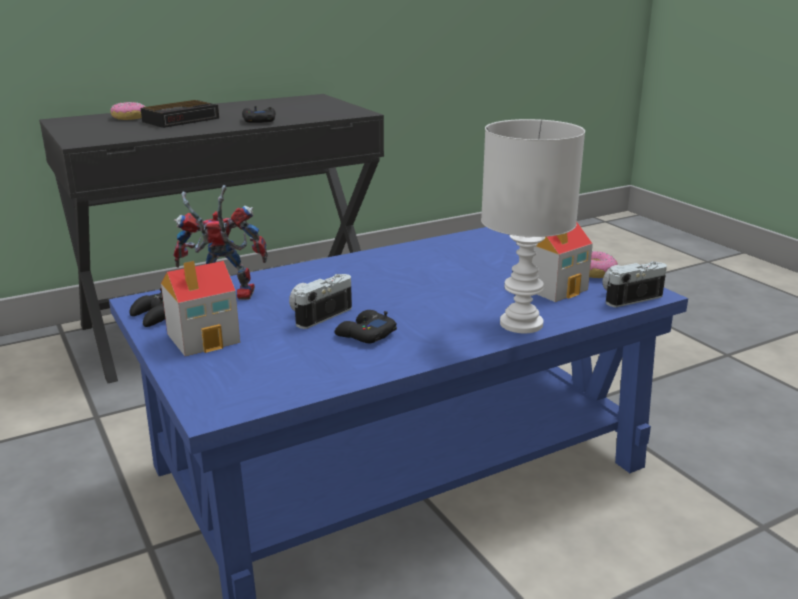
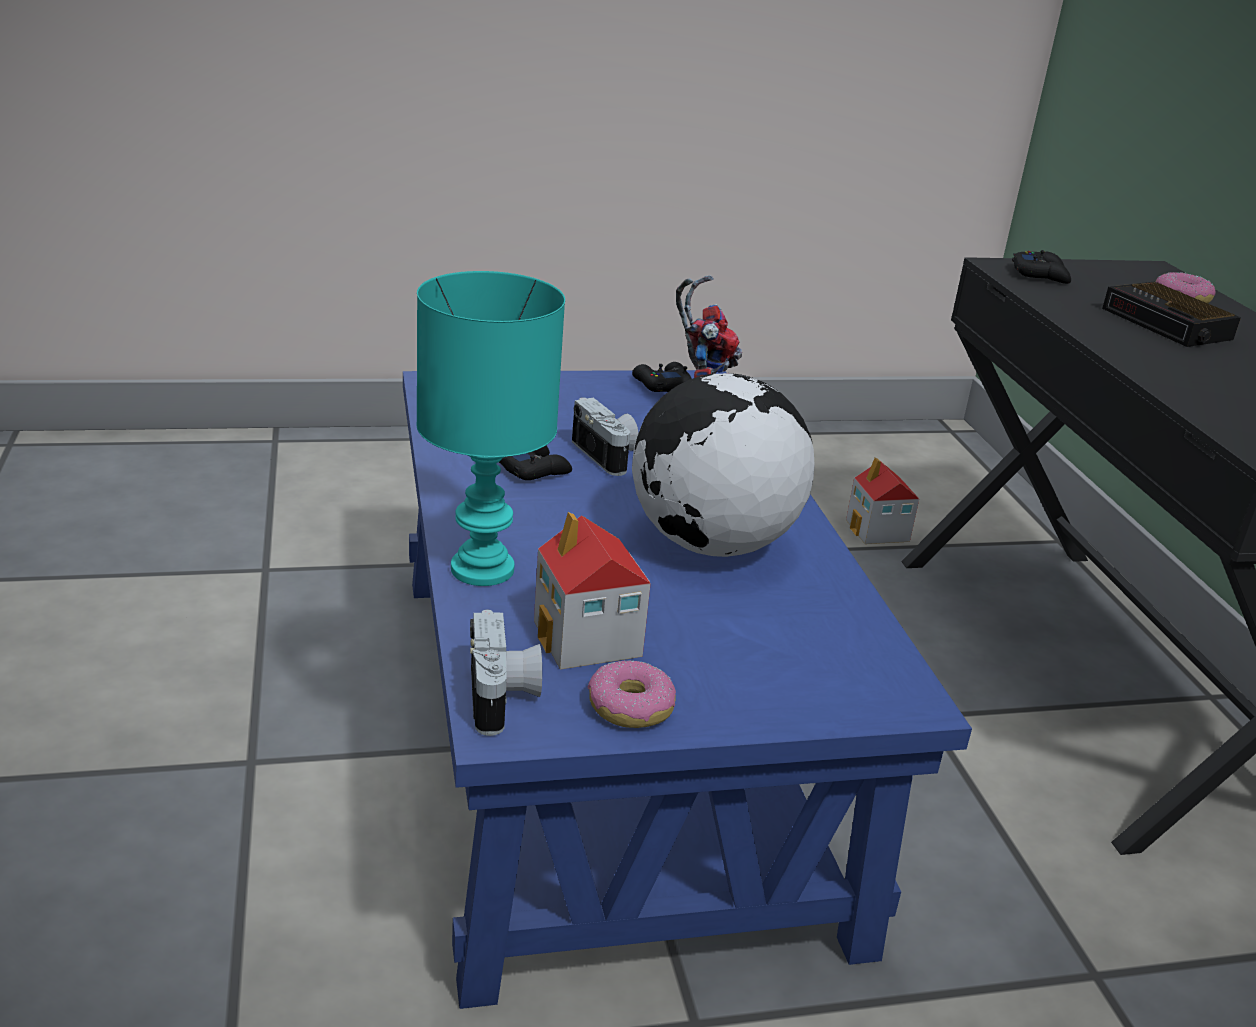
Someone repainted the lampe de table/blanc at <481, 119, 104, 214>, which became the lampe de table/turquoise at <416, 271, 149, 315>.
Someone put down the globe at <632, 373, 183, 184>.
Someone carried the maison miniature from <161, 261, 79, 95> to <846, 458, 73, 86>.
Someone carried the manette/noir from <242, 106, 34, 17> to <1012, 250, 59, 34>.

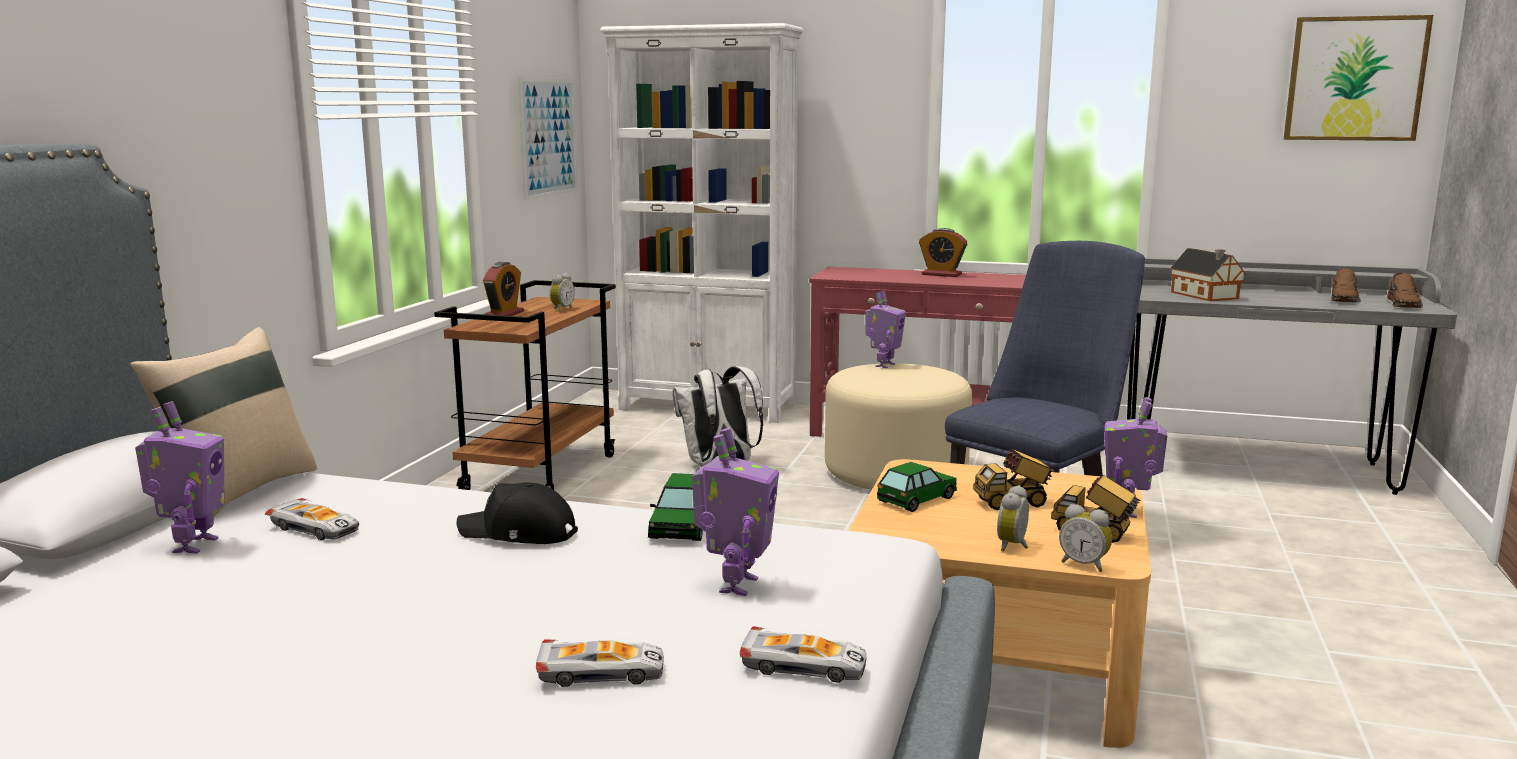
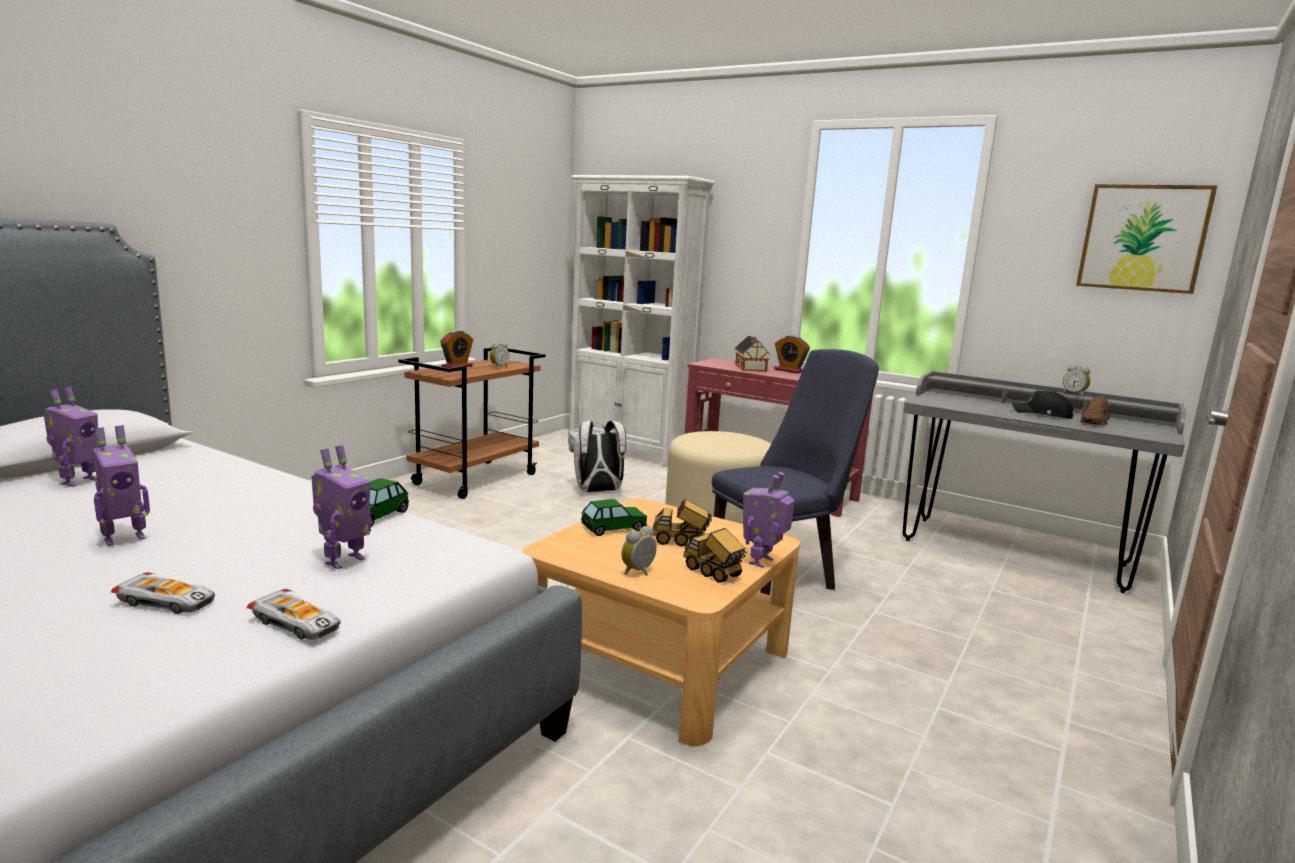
Someone carried the robot jouet from <865, 291, 41, 77> to <93, 425, 57, 121>.
Someone carried the maison miniature from <1170, 248, 76, 53> to <735, 336, 36, 35>.
Someone carried the casquette/noir from <456, 482, 122, 62> to <1012, 391, 61, 27>.
Someone carried the réveil from <1059, 504, 53, 68> to <1063, 365, 28, 32>.
Someone took away the coussin/beige at <130, 327, 187, 190>.
Someone took away the petite voiture at <265, 498, 94, 42>.
Someone took away the tableau at <518, 77, 59, 123>.
Someone took away the chaussure/marron at <1387, 273, 36, 35>.

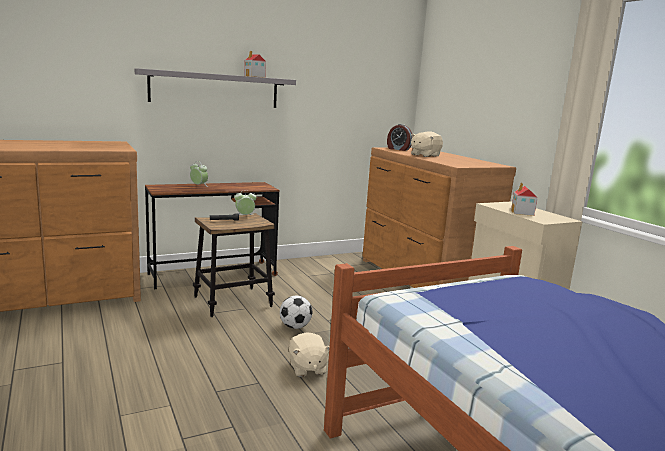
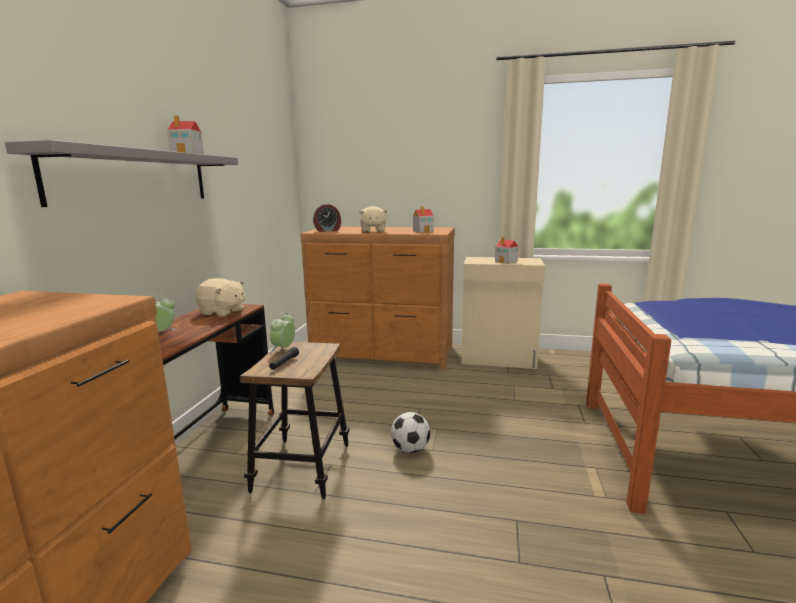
Someone carried the peluche/beige from <289, 332, 41, 45> to <195, 278, 50, 39>.
Someone put down the maison miniature at <413, 206, 21, 27>.

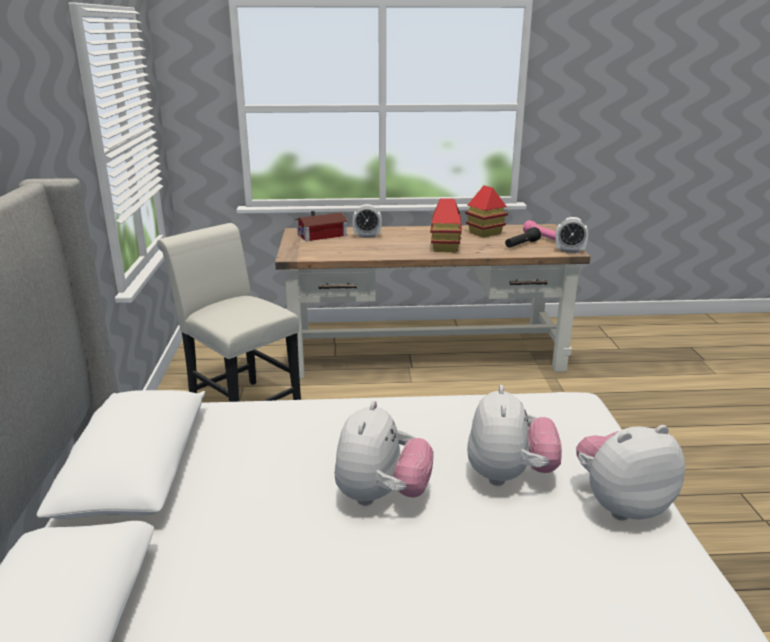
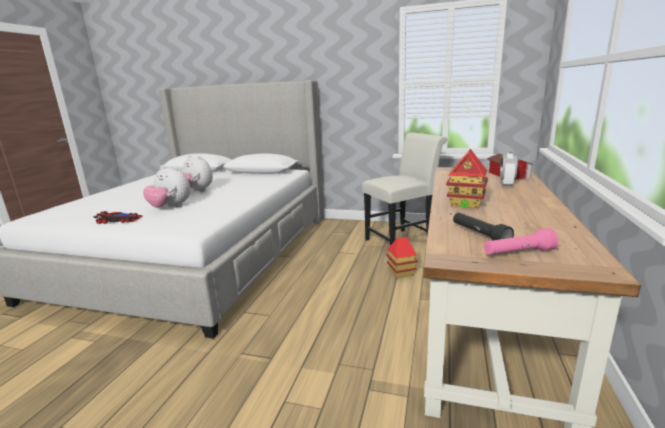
Someone swapped the peluche at <576, 425, 109, 95> for the petite voiture at <93, 211, 50, 13>.
Someone carried the maison miniature from <465, 185, 43, 53> to <386, 237, 32, 41>.
Someone took away the réveil at <556, 217, 32, 36>.

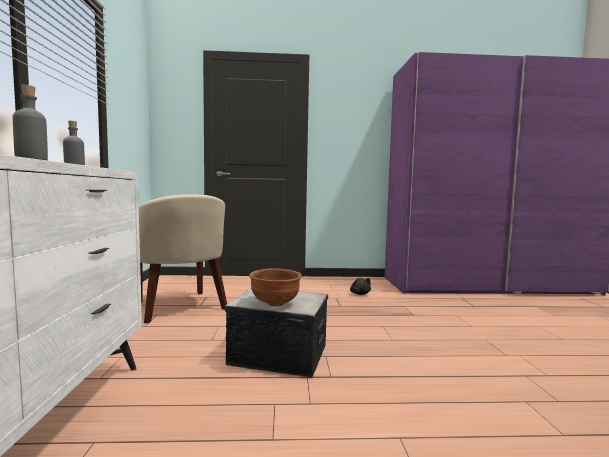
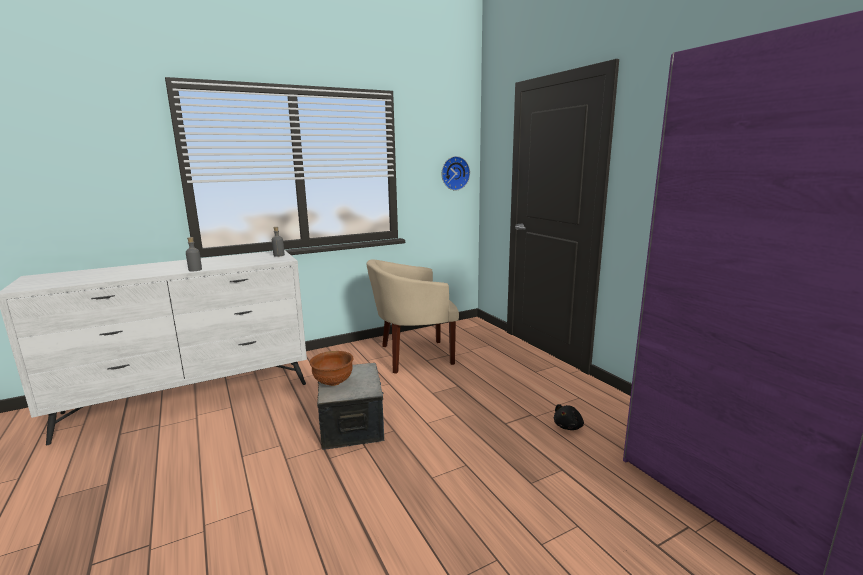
Someone rotated the fauteuil/beige at <139, 195, 88, 128> by 45 degrees clockwise.
Someone put up the horloge murale at <442, 156, 28, 34>.

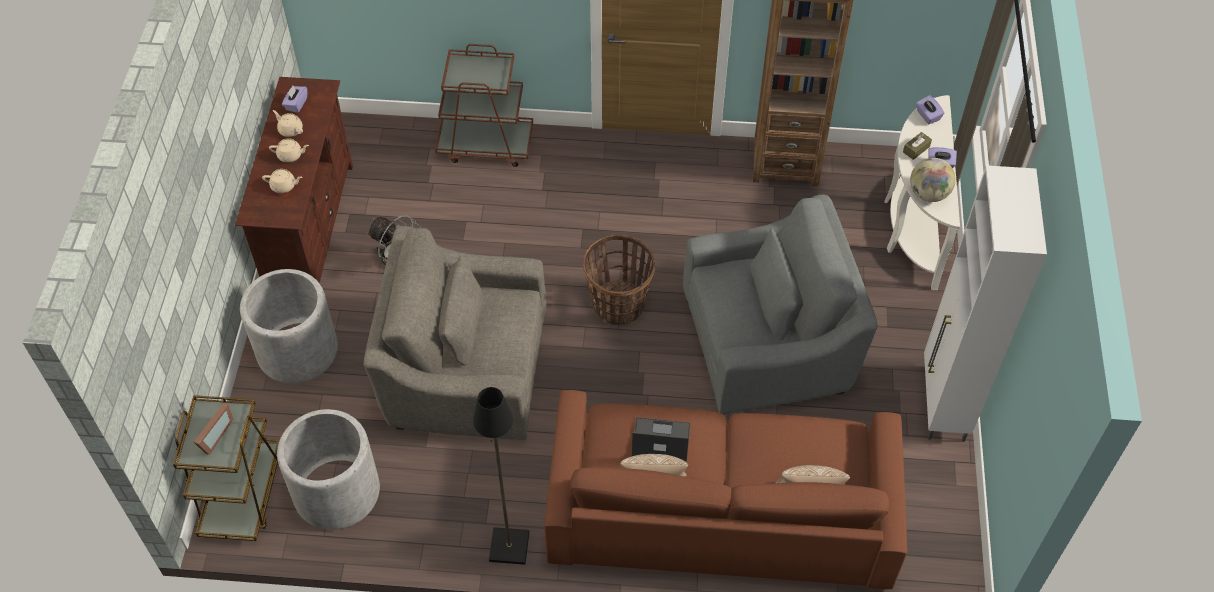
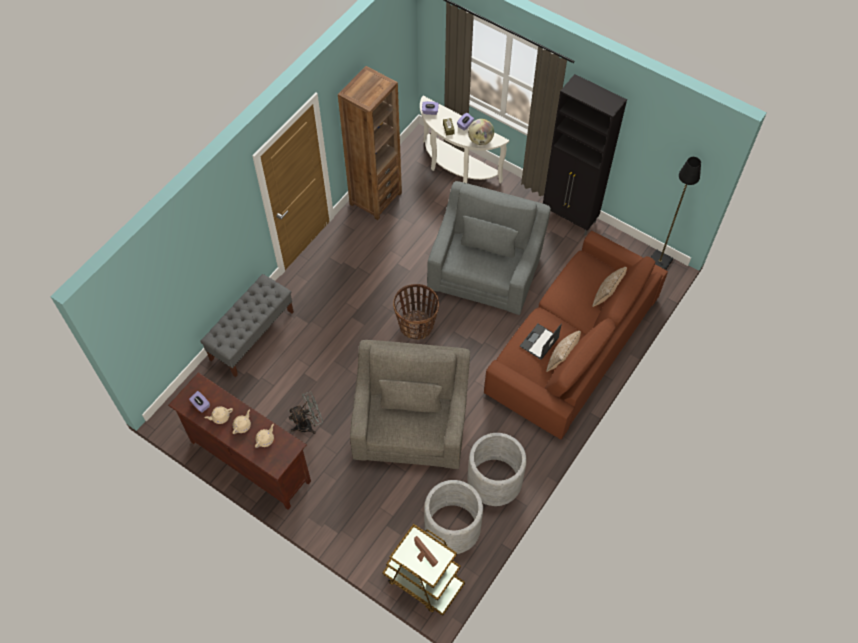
Someone swapped the chariot/marron at <435, 44, 98, 123> for the banc/gris at <200, 274, 94, 103>.
Someone rotated the fauteuil/gris at <364, 226, 182, 215> by 150 degrees clockwise.
Someone carried the cache-pot/gris from <240, 269, 98, 115> to <467, 433, 60, 73>.
Someone repainted the meuble de rangement/blanc at <924, 165, 123, 277>, which became the meuble de rangement/noir at <543, 74, 84, 162>.
Someone carried the lampadaire/noir from <473, 387, 56, 178> to <651, 157, 50, 113>.

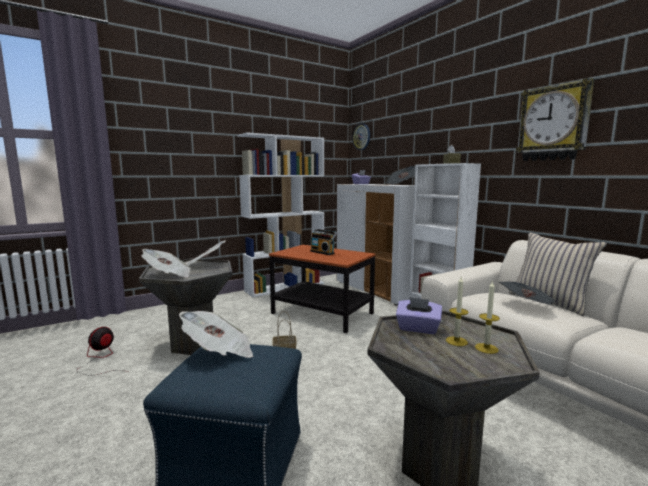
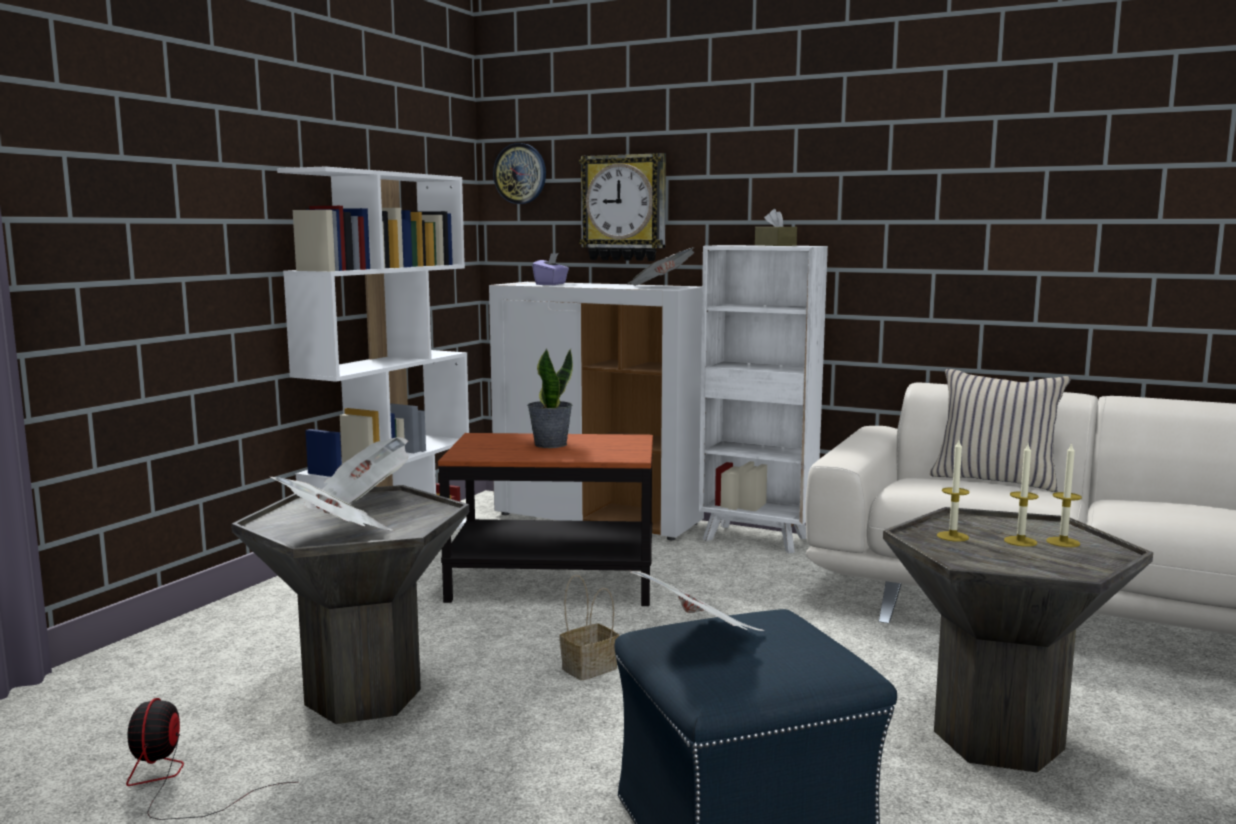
Someone swapped the radio at <310, 229, 27, 26> for the plante en pot at <527, 348, 46, 100>.
Someone carried the horloge murale from <516, 78, 78, 83> to <579, 153, 87, 108>.
Someone swapped the boîte à mouchoirs/violet at <396, 297, 46, 37> for the bougie at <937, 440, 33, 102>.
Someone took away the journal at <498, 282, 58, 22>.

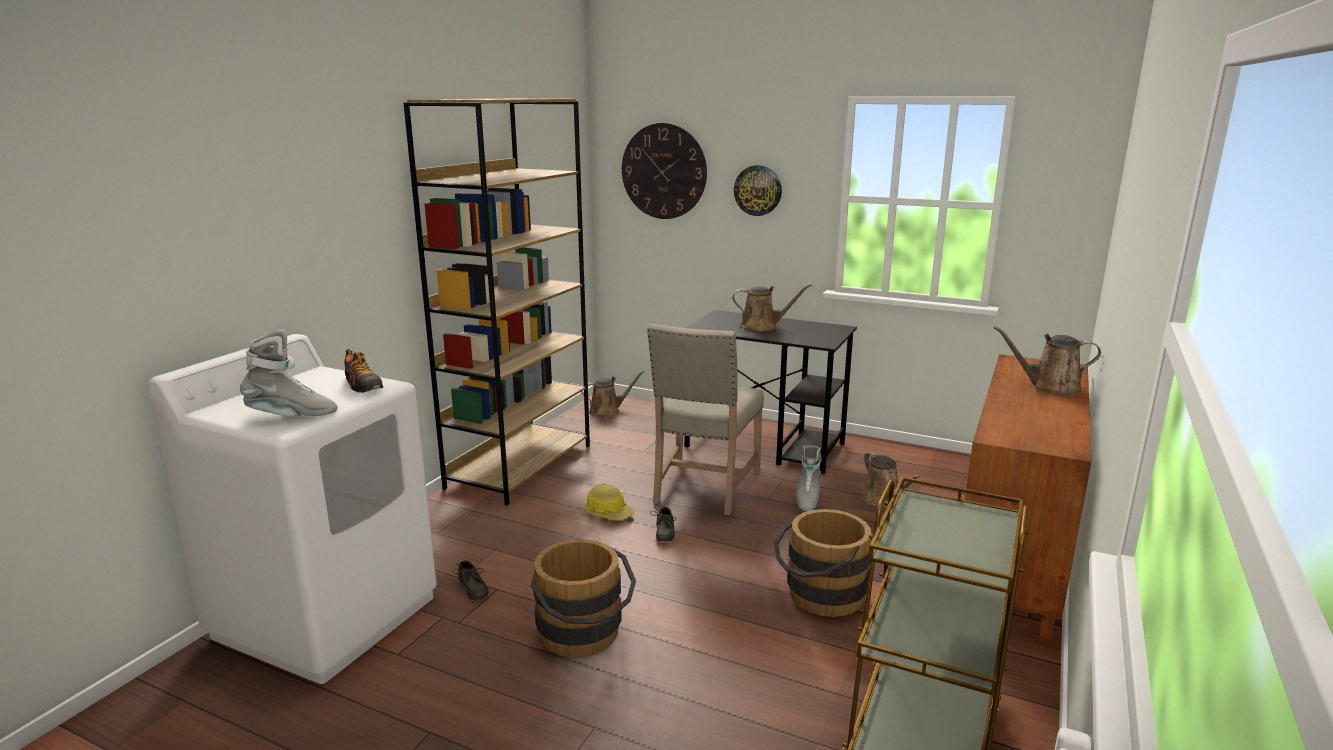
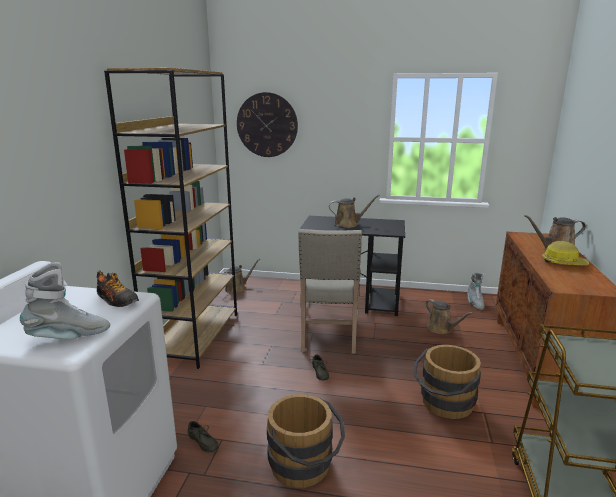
Someone carried the botte/gris from <796, 445, 25, 67> to <467, 273, 17, 37>.
Someone carried the casque de chantier from <585, 483, 49, 38> to <542, 241, 47, 25>.
Someone took away the horloge murale at <734, 165, 48, 51>.

